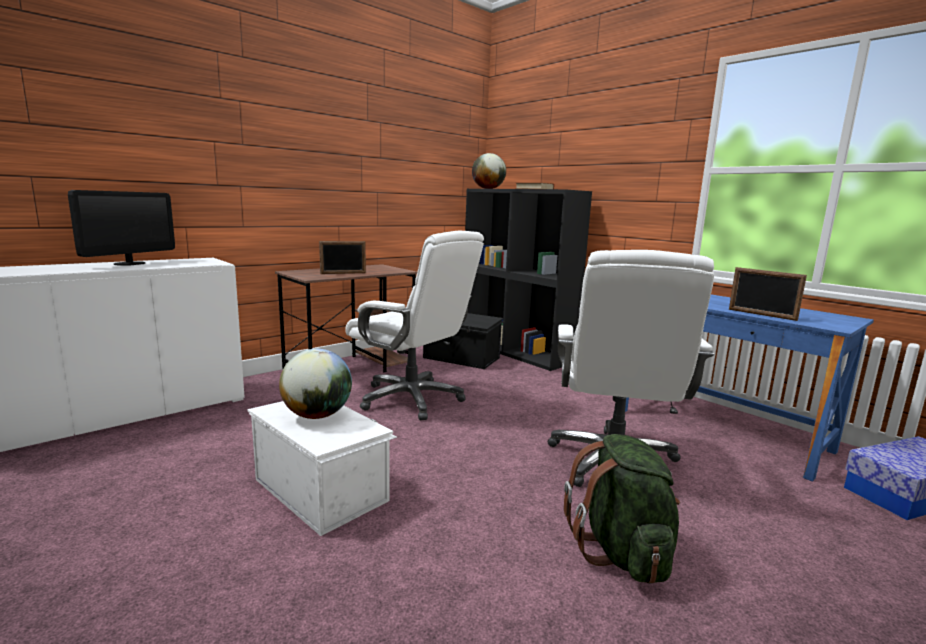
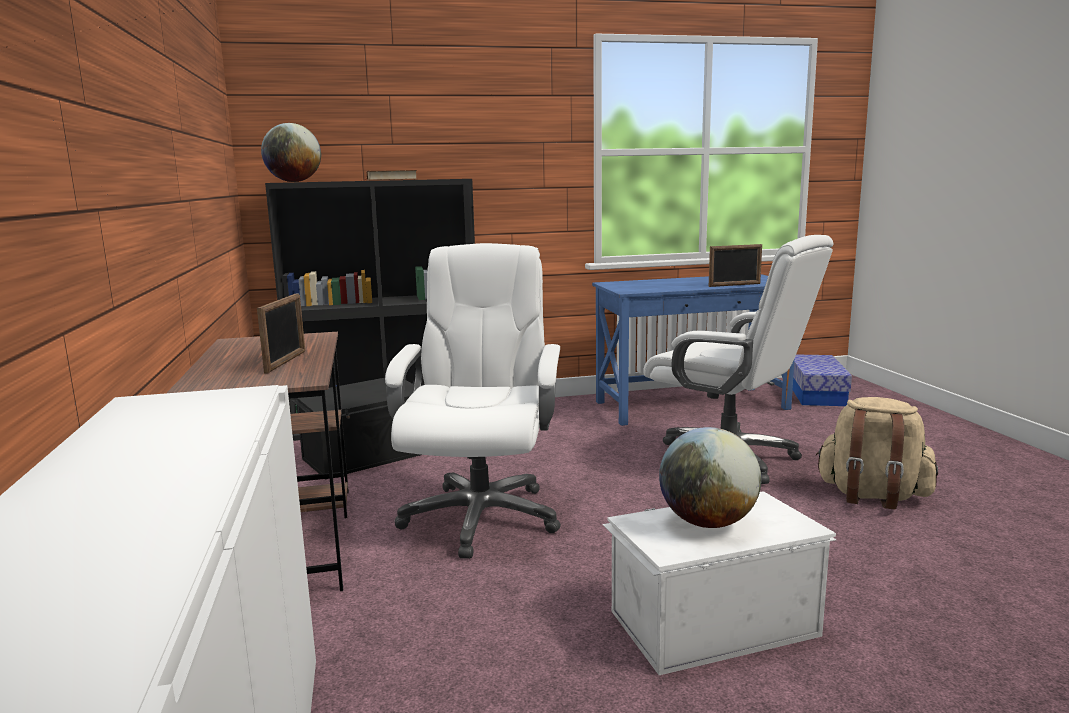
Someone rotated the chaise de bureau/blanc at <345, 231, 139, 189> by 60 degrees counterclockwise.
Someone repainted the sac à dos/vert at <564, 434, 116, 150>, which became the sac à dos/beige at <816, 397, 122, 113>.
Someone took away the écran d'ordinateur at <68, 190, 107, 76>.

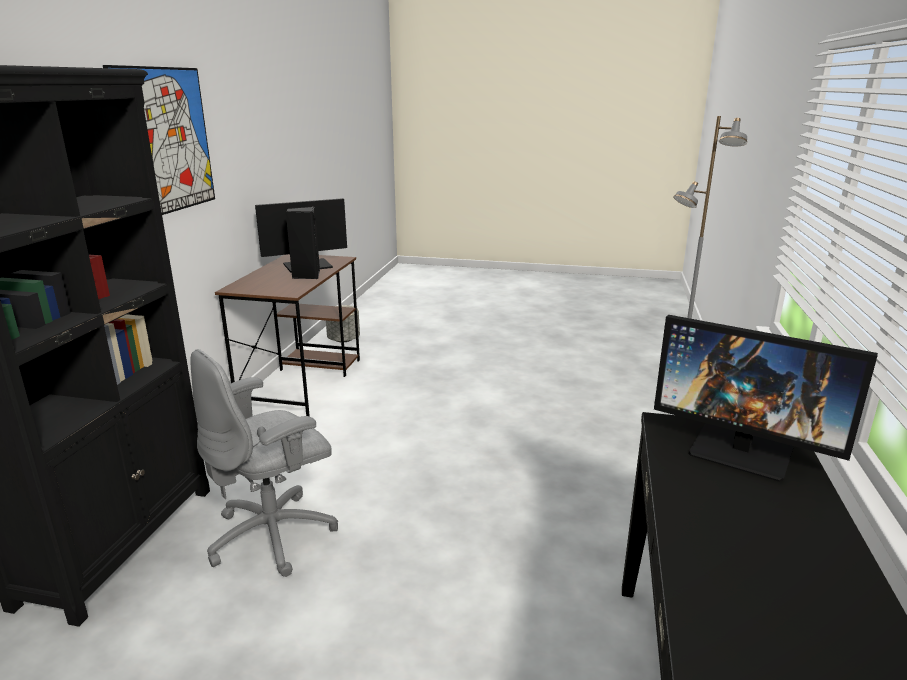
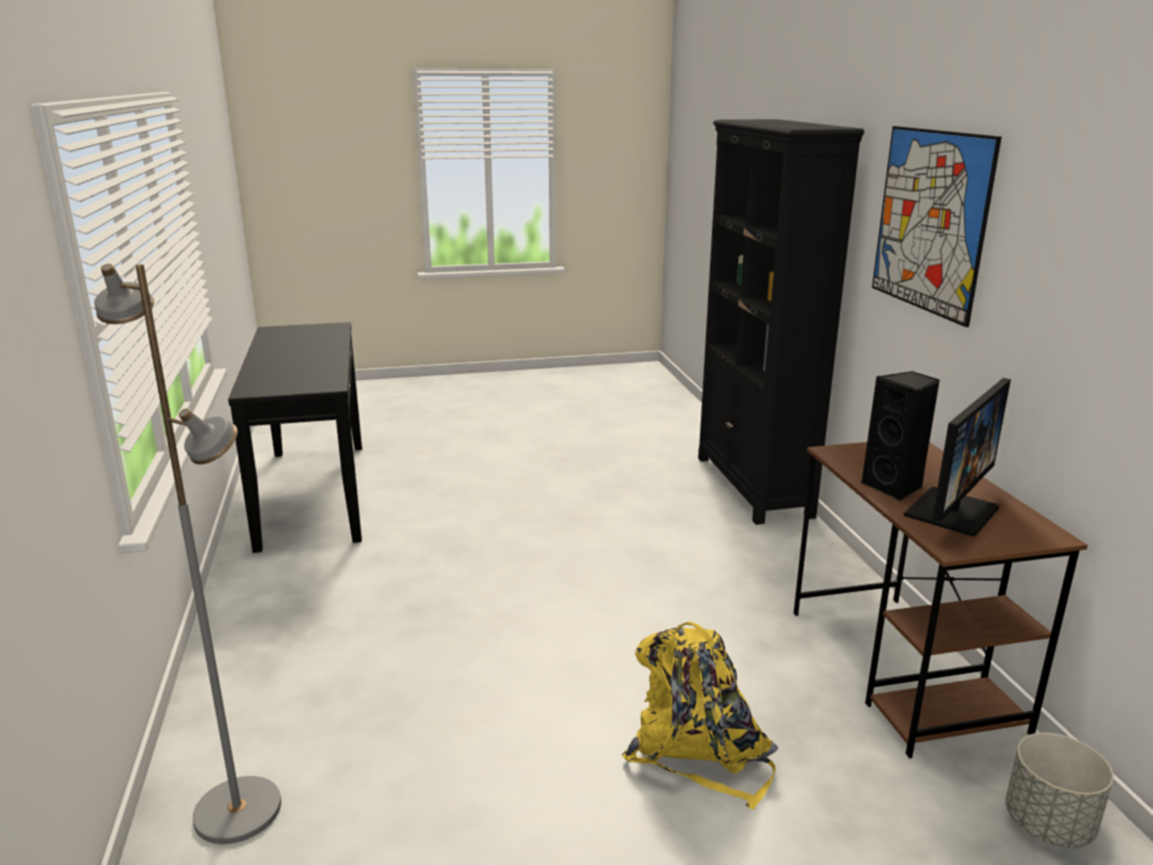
Someone put down the sac à dos/jaune at <622, 621, 156, 189>.
Someone took away the chaise de bureau/gris at <191, 349, 147, 228>.
Someone took away the écran d'ordinateur at <654, 315, 224, 167>.

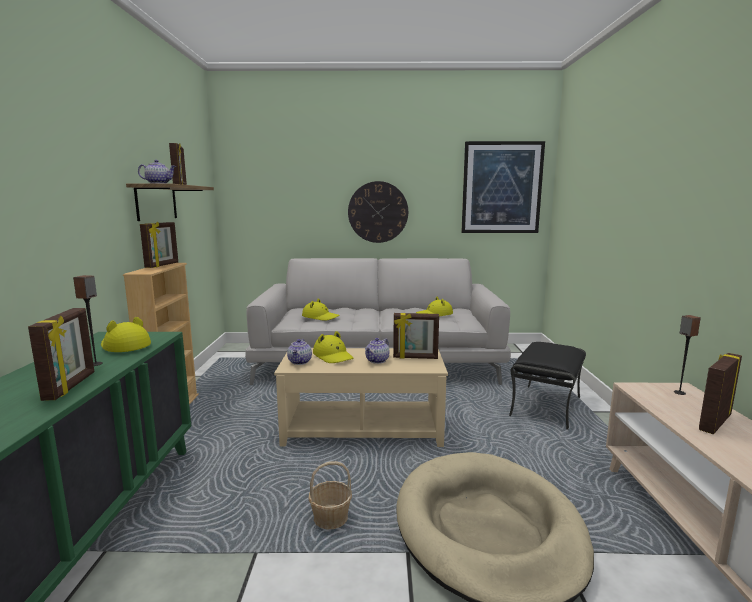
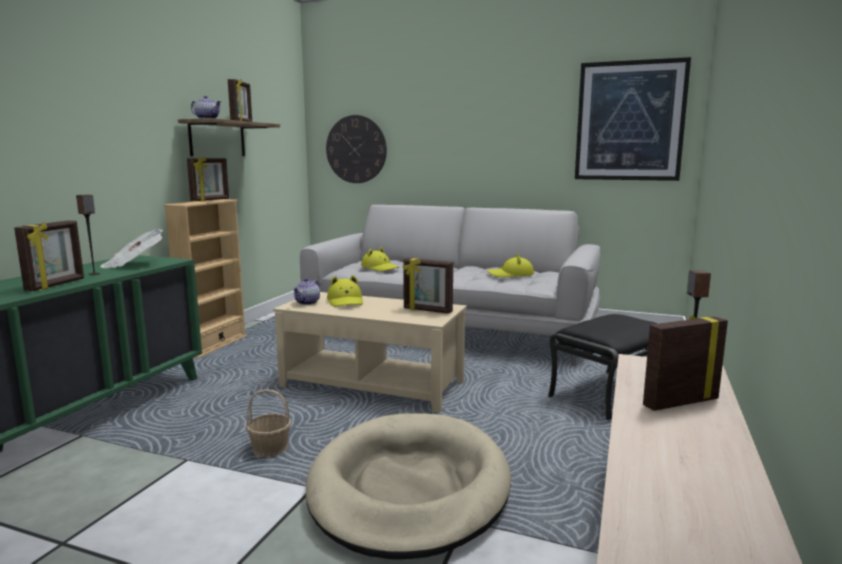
Someone swapped the chapeau/jaune at <101, 317, 50, 35> for the journal at <100, 229, 63, 39>.
Someone carried the horloge murale from <348, 181, 60, 62> to <326, 115, 61, 68>.
Someone took away the théière at <365, 338, 25, 26>.

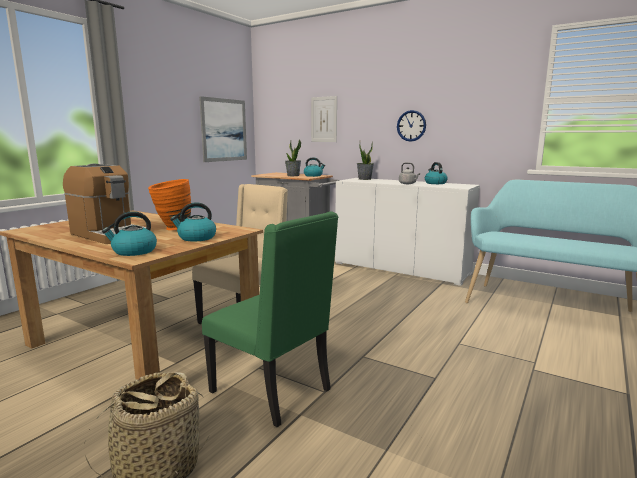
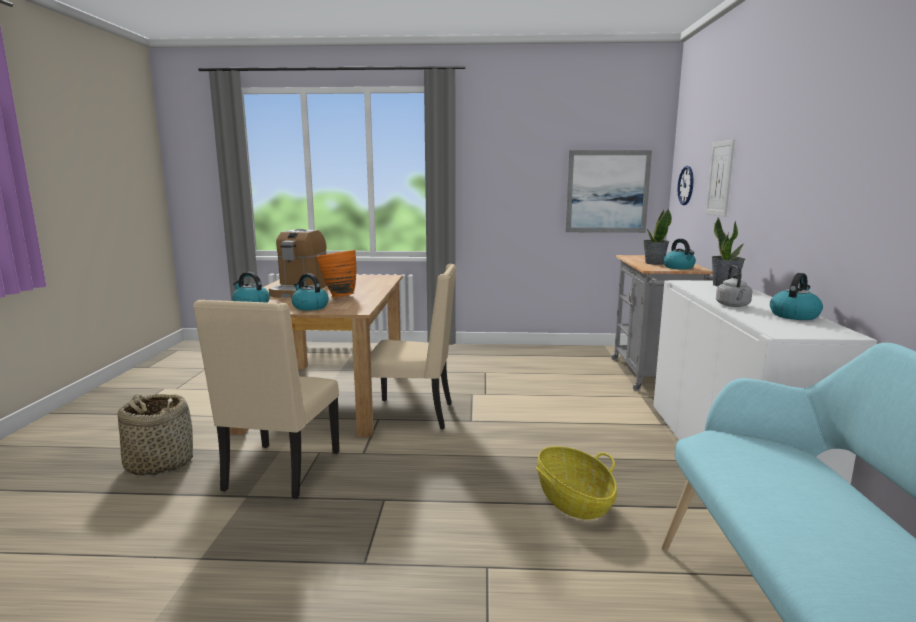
Someone repainted the chaise/vert at <202, 211, 136, 216>, which became the chaise/beige at <193, 300, 146, 199>.
Someone put down the panier at <536, 446, 81, 73>.
Someone carried the horloge murale from <397, 110, 29, 32> to <678, 166, 16, 39>.

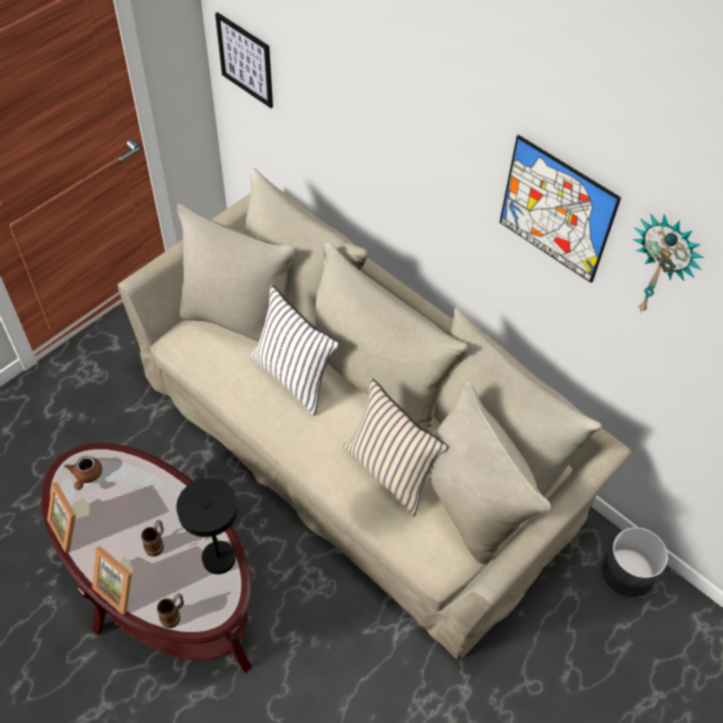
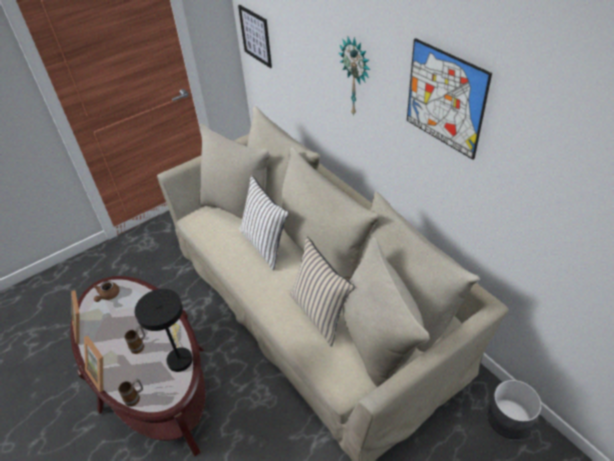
Someone carried the horloge murale from <633, 214, 71, 99> to <339, 36, 31, 81>.

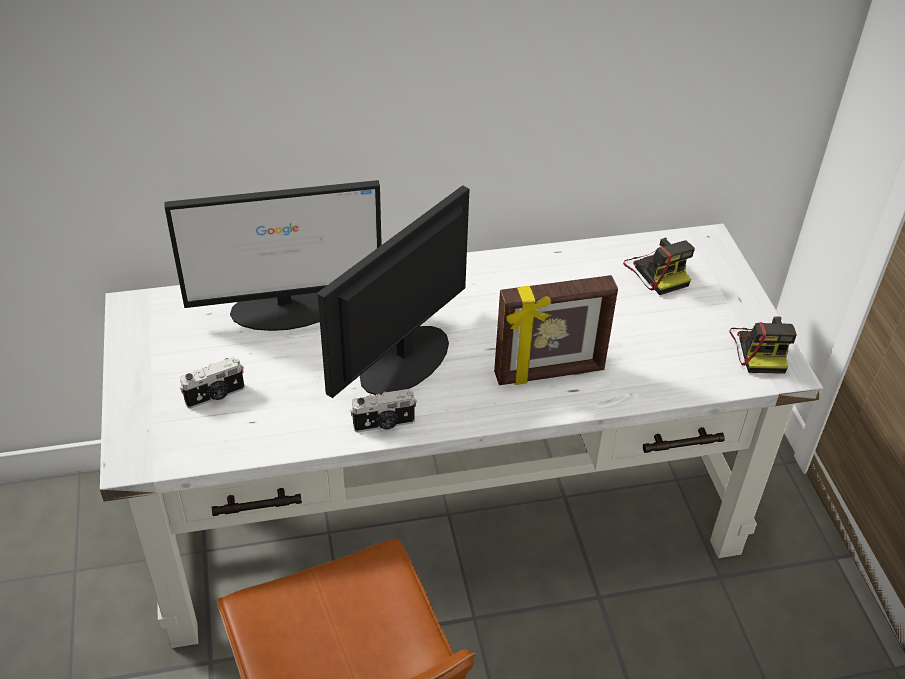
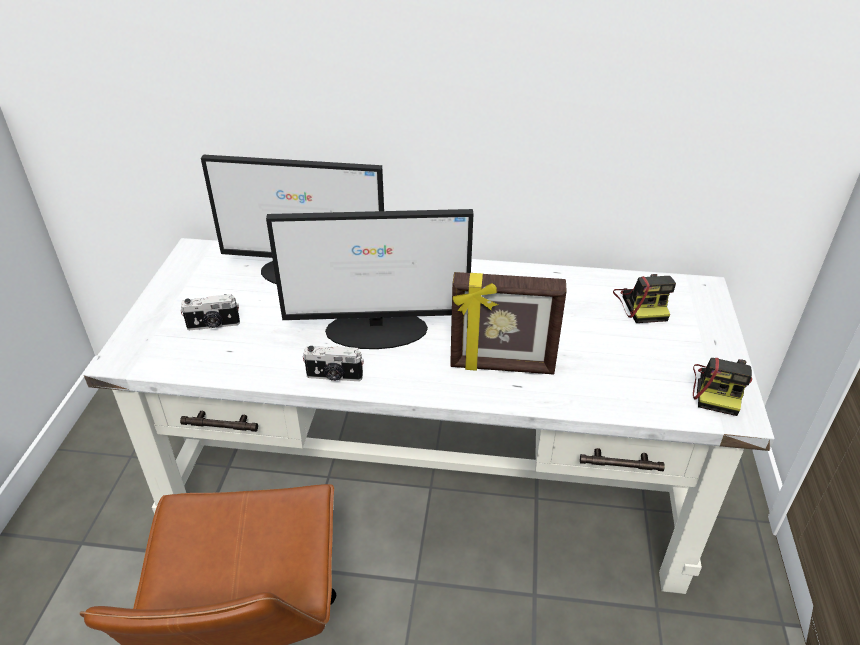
Someone rotated the écran d'ordinateur at <317, 185, 152, 213> by 150 degrees counterclockwise.

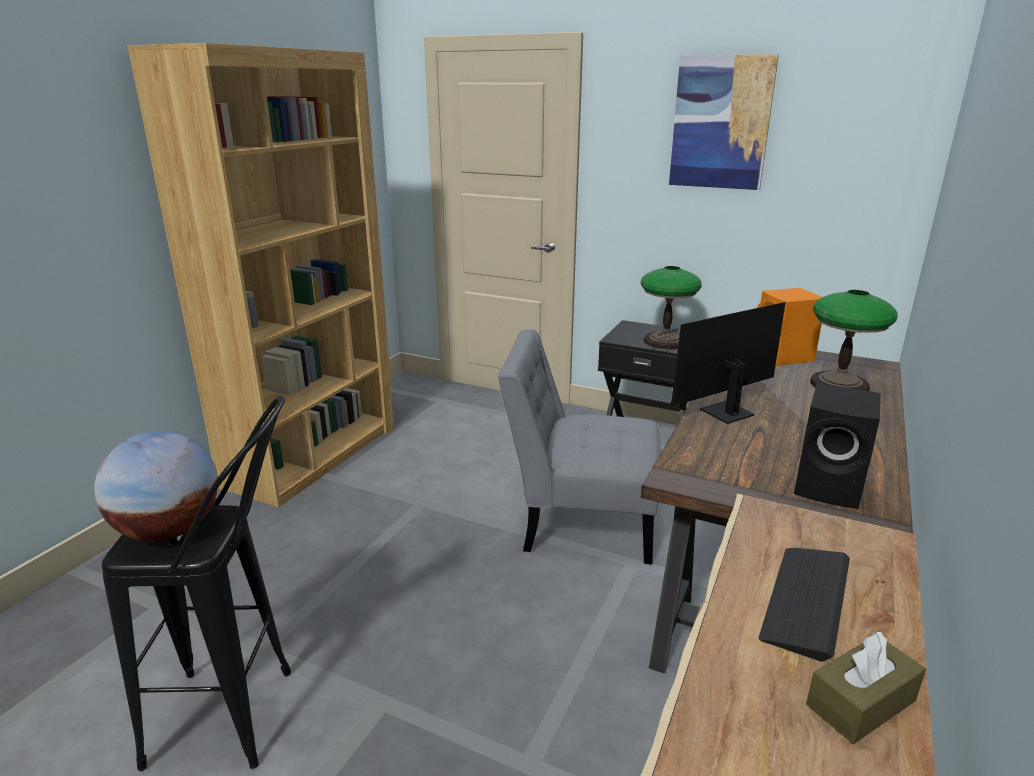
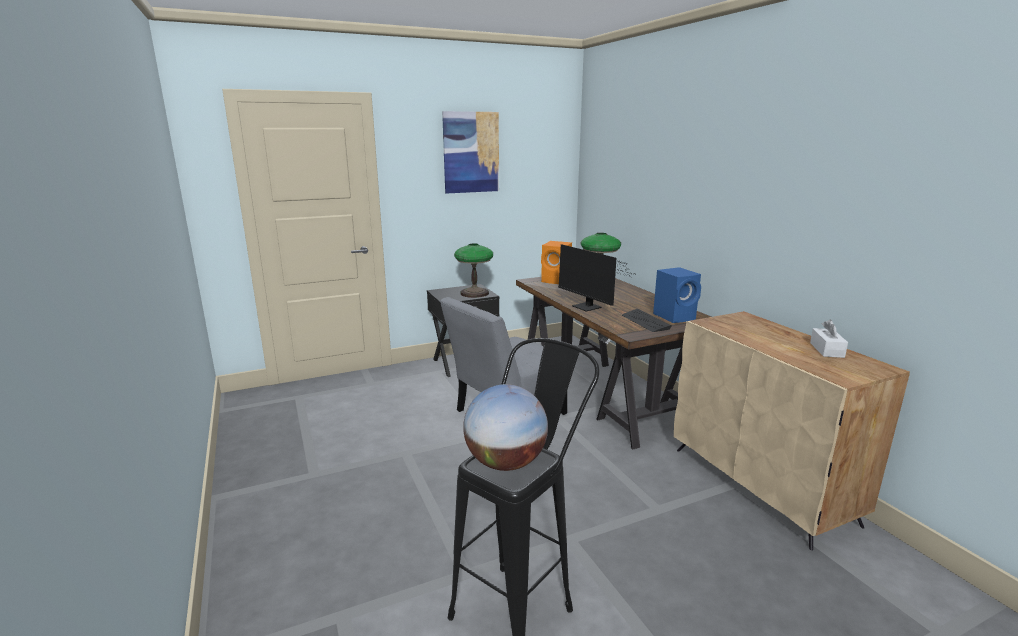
Someone rotated the écran d'ordinateur at <644, 302, 142, 122> by 45 degrees counterclockwise.
Someone carried the clavier from <759, 548, 91, 114> to <622, 309, 50, 23>.
Someone repainted the enceinte/noir at <794, 383, 87, 126>, which became the enceinte/bleu at <653, 267, 48, 56>.
Someone repainted the boîte à mouchoirs/marron at <806, 632, 120, 112>, which became the boîte à mouchoirs/blanc at <810, 320, 38, 38>.
Someone took away the bibliothèque/marron at <127, 43, 268, 464>.

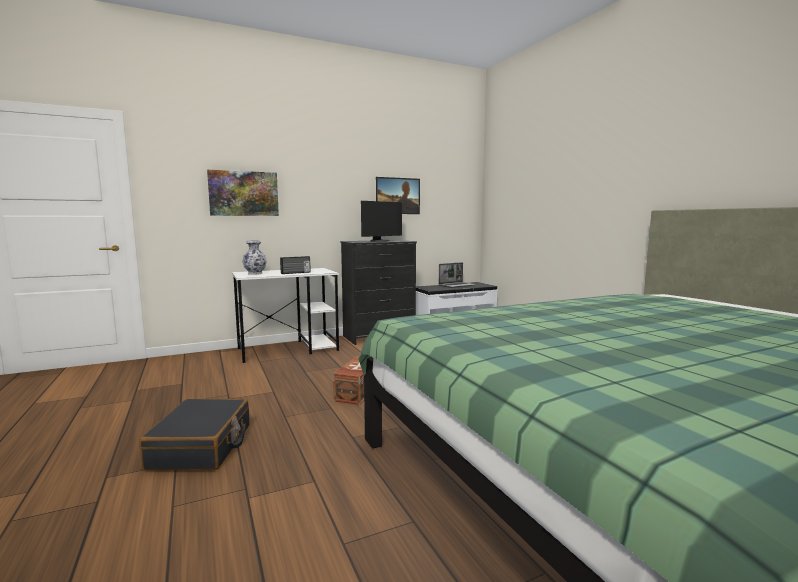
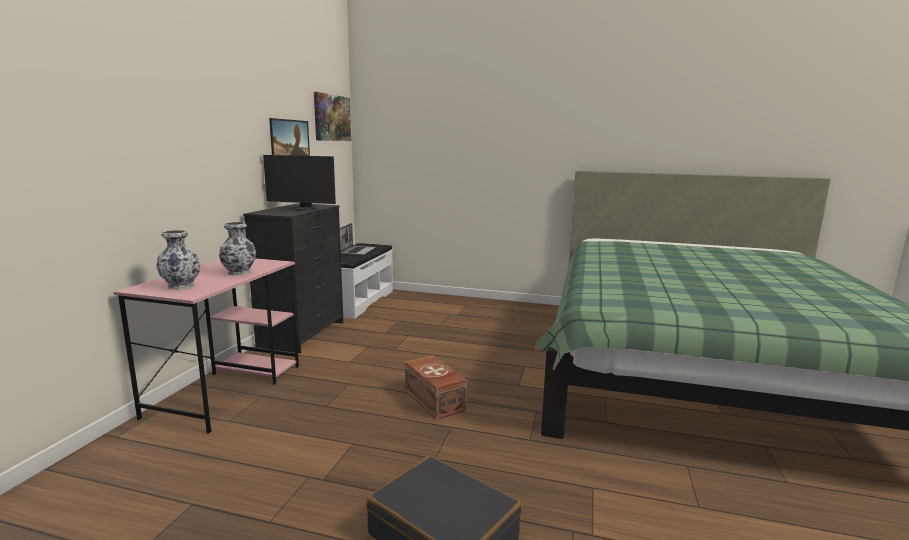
Someone repainted the bureau/blanc at <232, 268, 107, 95>, which became the bureau/rose at <113, 258, 186, 176>.
Someone swapped the radio at <280, 256, 31, 18> for the vase at <219, 222, 37, 54>.
Someone rotated the écran d'ordinateur at <361, 201, 41, 41> by 105 degrees clockwise.
Someone carried the tableau from <207, 170, 72, 46> to <314, 92, 37, 49>.

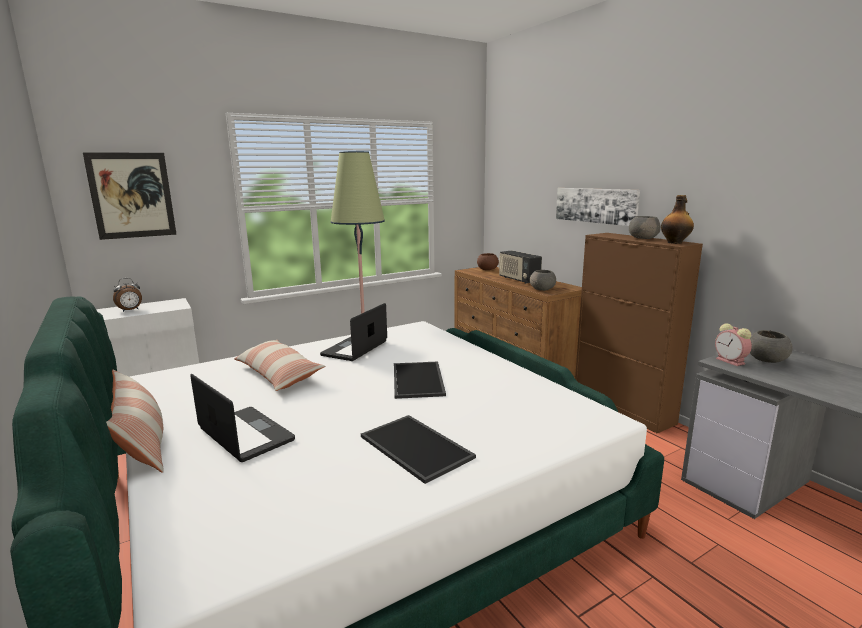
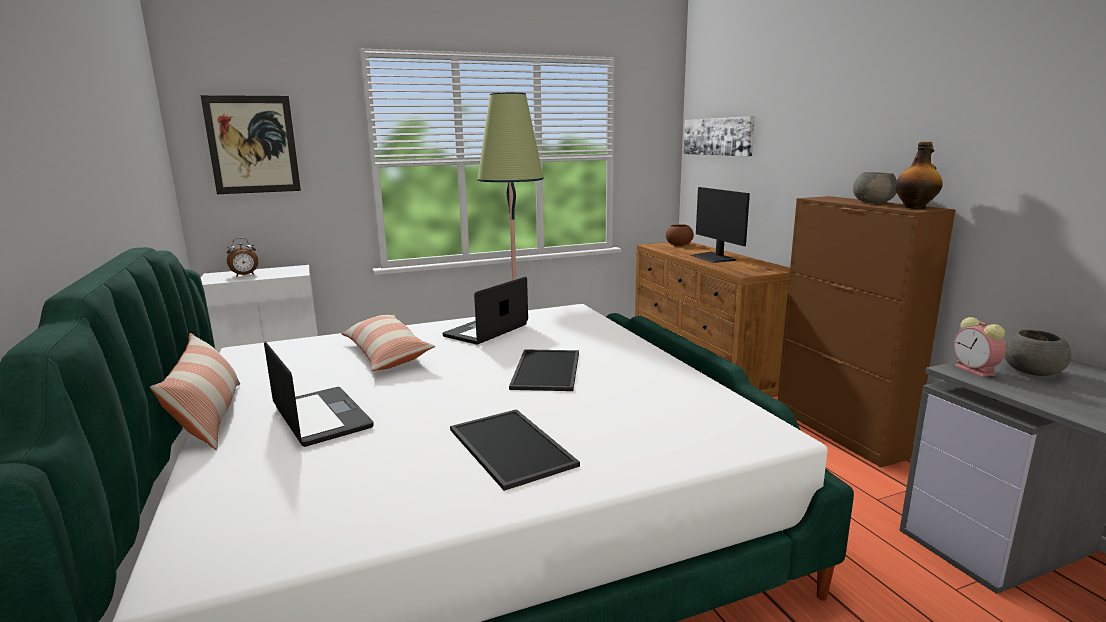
Someone carried the tableau from <556, 188, 84, 38> to <684, 116, 71, 40>.
Someone swapped the radio at <499, 251, 43, 33> for the écran d'ordinateur at <690, 187, 60, 76>.
Someone took away the bol/gris at <530, 270, 26, 21>.

